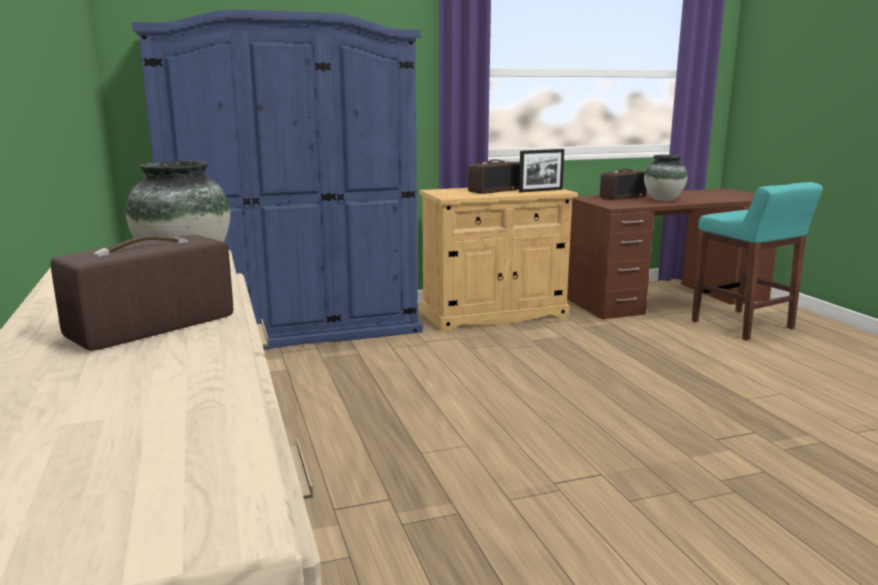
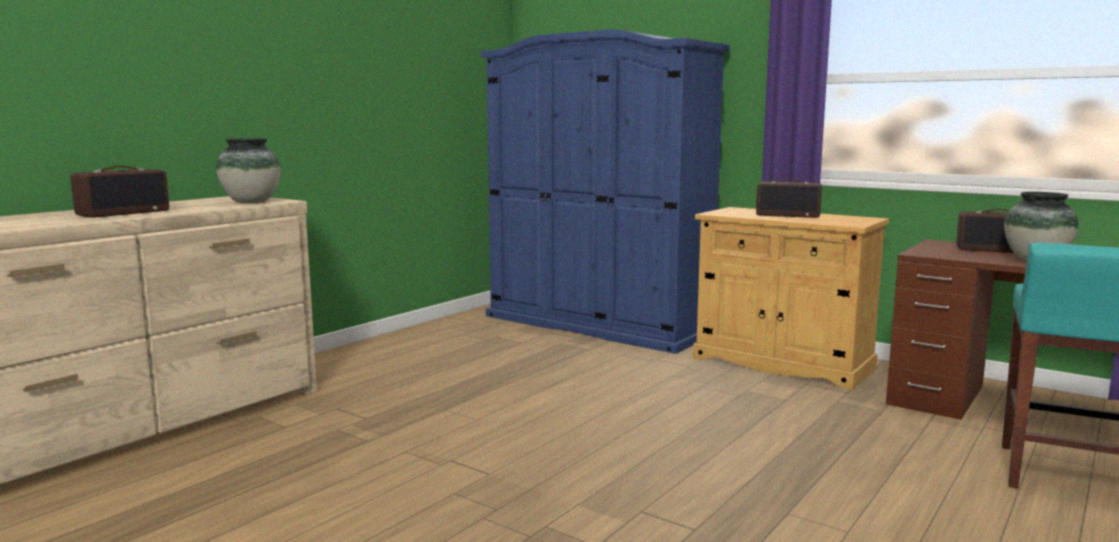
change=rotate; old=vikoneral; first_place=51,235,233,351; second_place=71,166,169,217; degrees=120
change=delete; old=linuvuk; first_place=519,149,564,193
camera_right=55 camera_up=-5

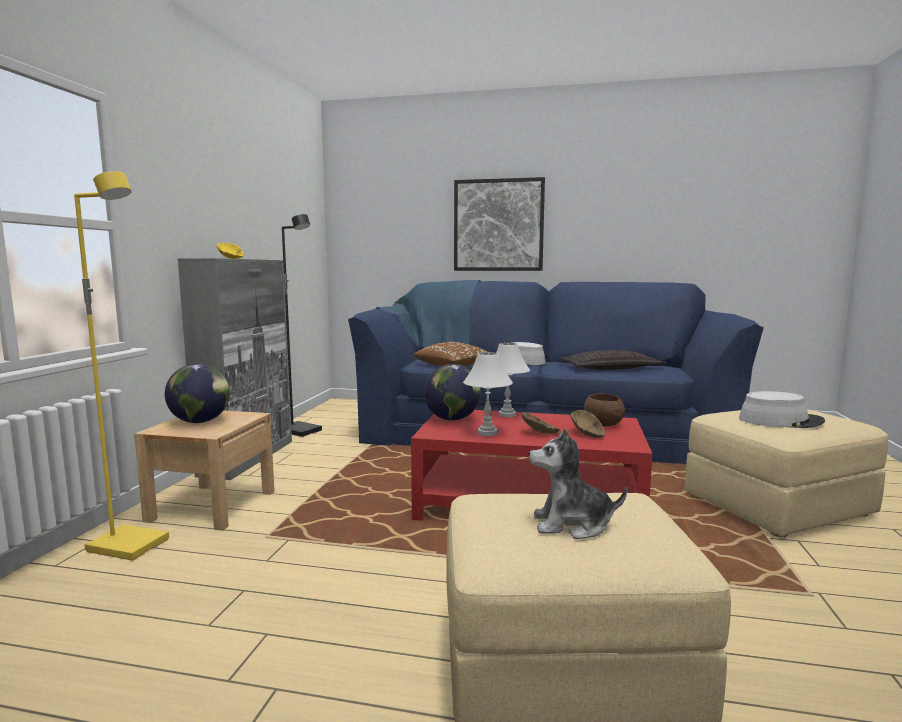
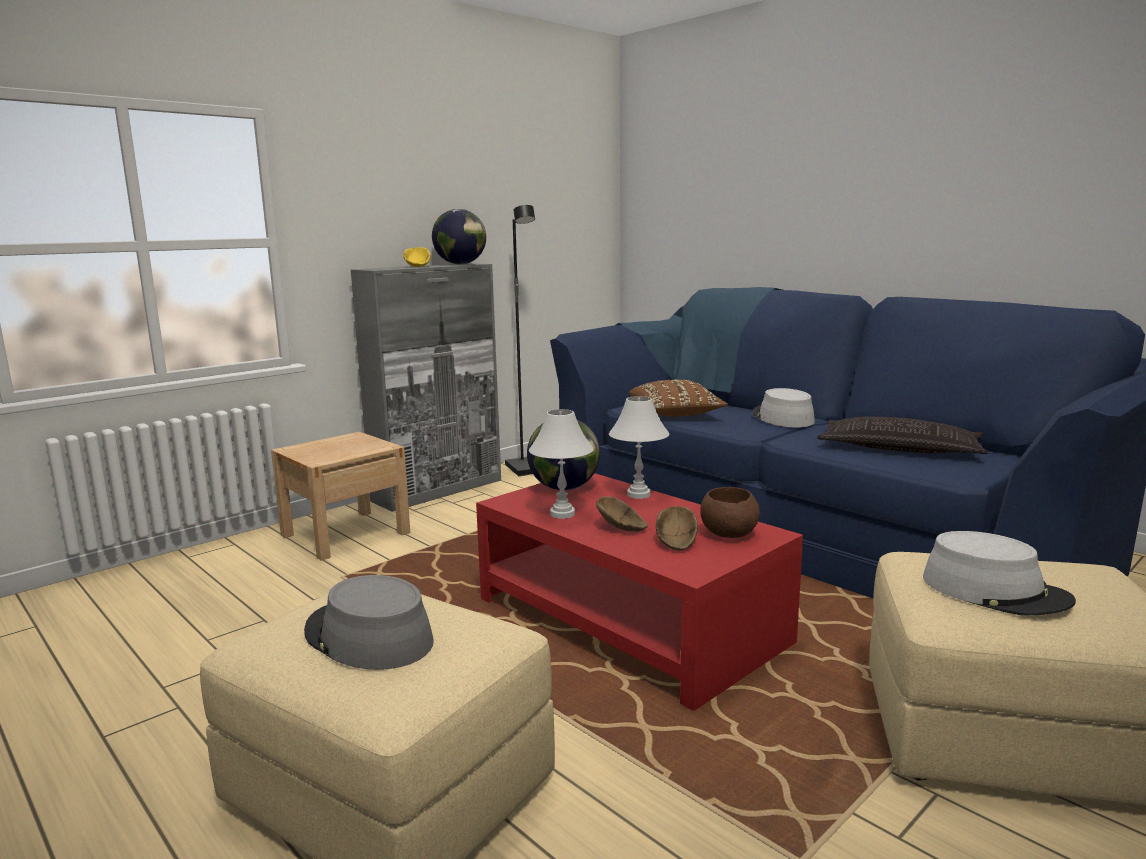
change=replace; old=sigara; new=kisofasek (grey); first_place=529,429,627,539; second_place=304,575,434,670
change=move; old=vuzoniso; first_place=165,364,230,423; second_place=432,209,486,264
change=delete; old=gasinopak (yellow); first_place=74,171,169,561
change=delete; old=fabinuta; first_place=454,177,545,271
camera_right=35 camera_up=5

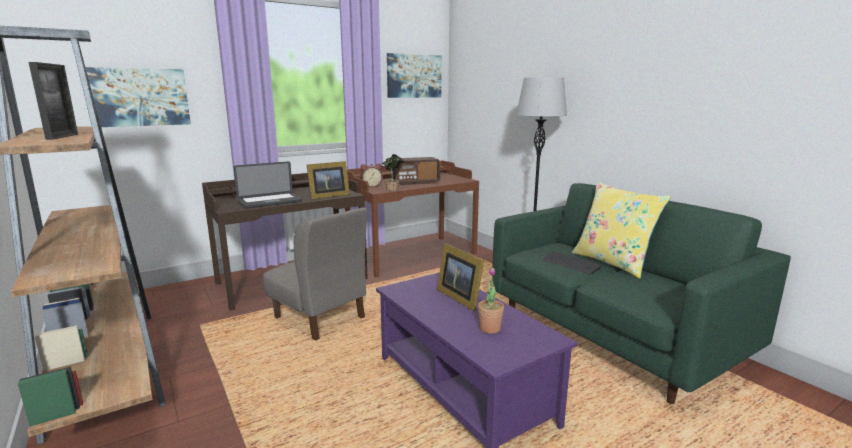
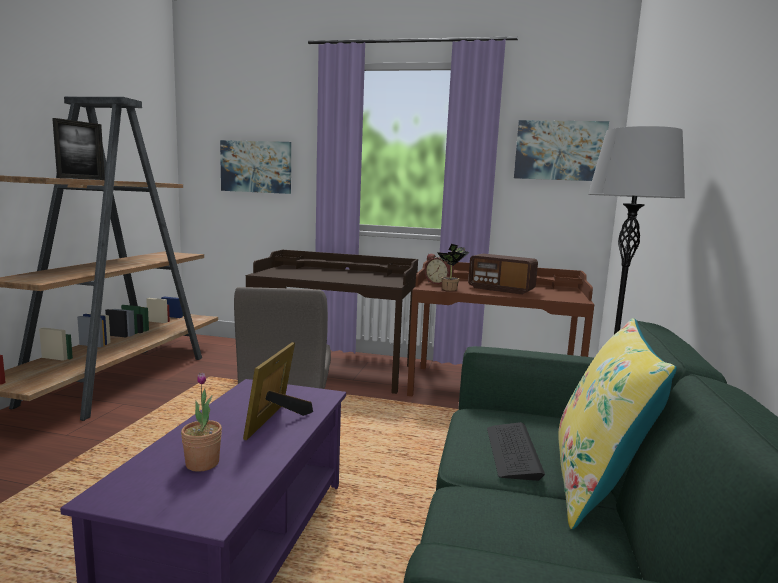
change=delete; old=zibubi; first_place=233,161,302,209
change=delete; old=linuvuk; first_place=307,161,350,200
camera_right=45 camera_up=-5

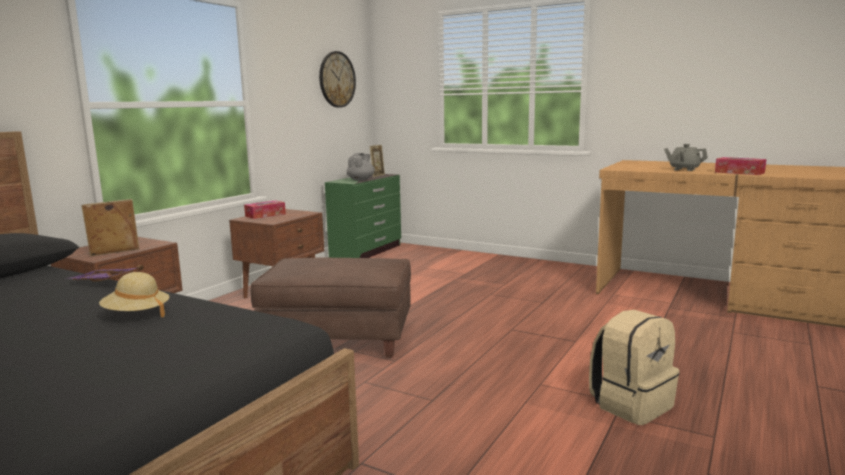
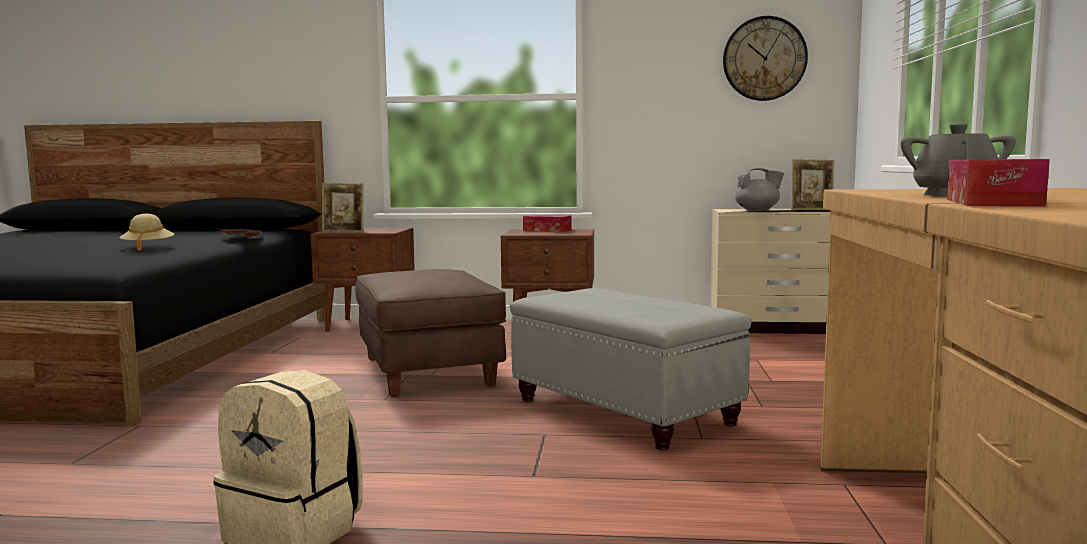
change=rotate; old=linuvuk; first_place=81,199,139,256; second_place=322,183,364,232; degrees=150
change=insert; new=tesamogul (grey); second_place=510,288,752,450
change=recolor; old=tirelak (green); new=tirelak (beige); first_place=325,174,401,258; second_place=710,209,831,334
camera_right=65 camera_up=-5

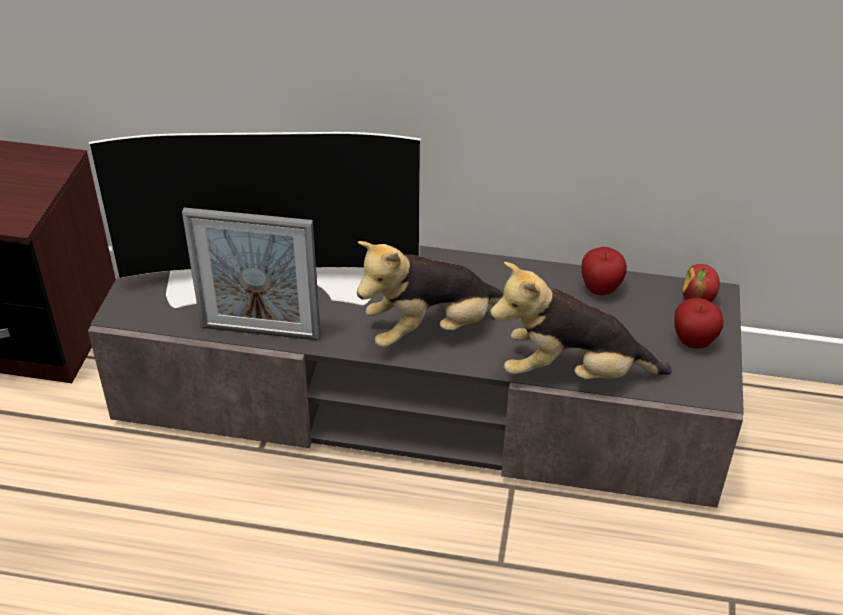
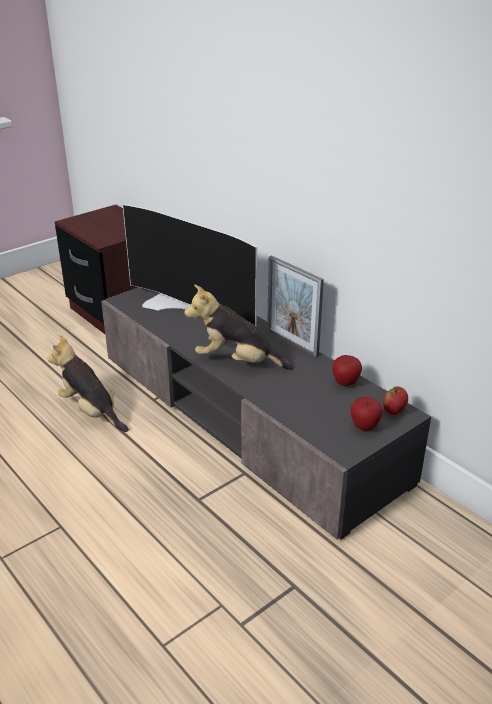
change=move; old=sigara; first_place=490,262,672,379; second_place=47,336,129,432
change=move; old=linuvuk; first_place=182,207,321,341; second_place=267,255,324,357
camera_right=40 camera_up=-10

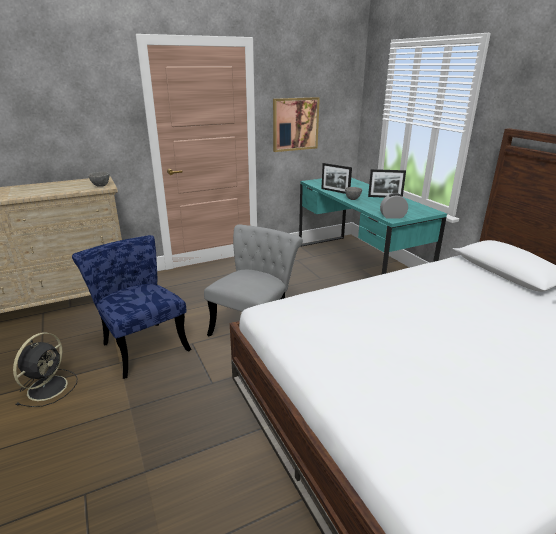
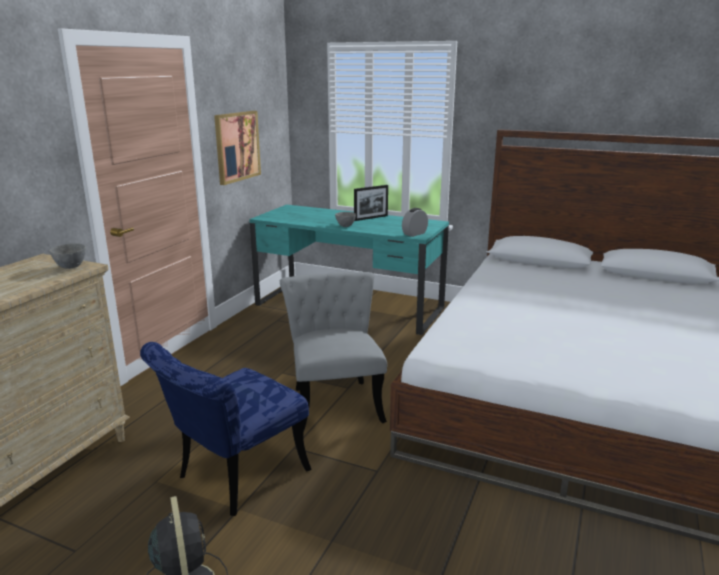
change=rotate; old=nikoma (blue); first_place=72,235,191,379; second_place=140,342,312,516; degrees=-60
change=delete; old=linuvuk; first_place=321,163,352,194
camera_right=-40 camera_up=-5

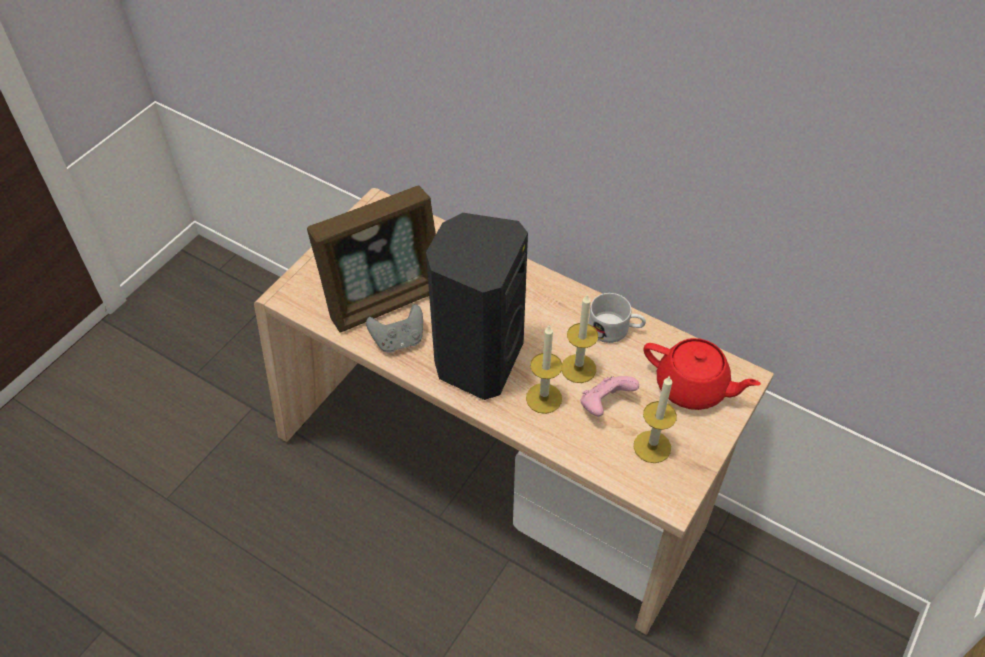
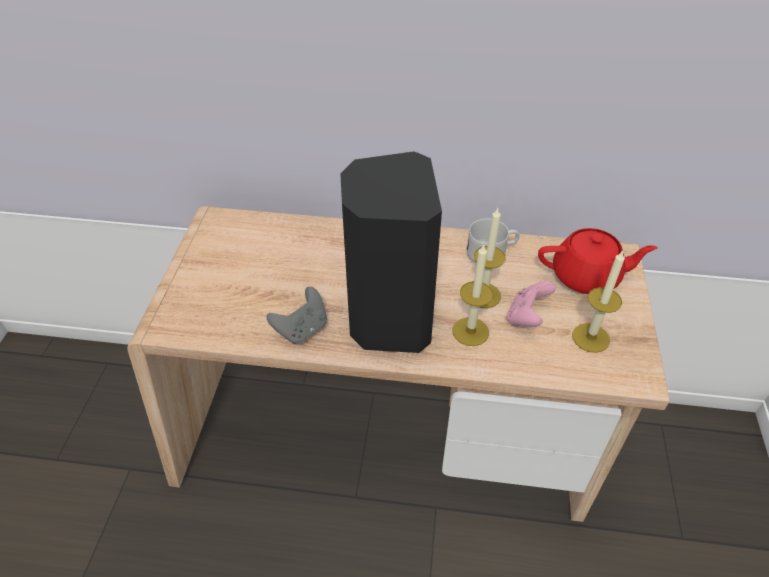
change=delete; old=linuvuk; first_place=307,186,436,332
camera_right=-25 camera_up=-5

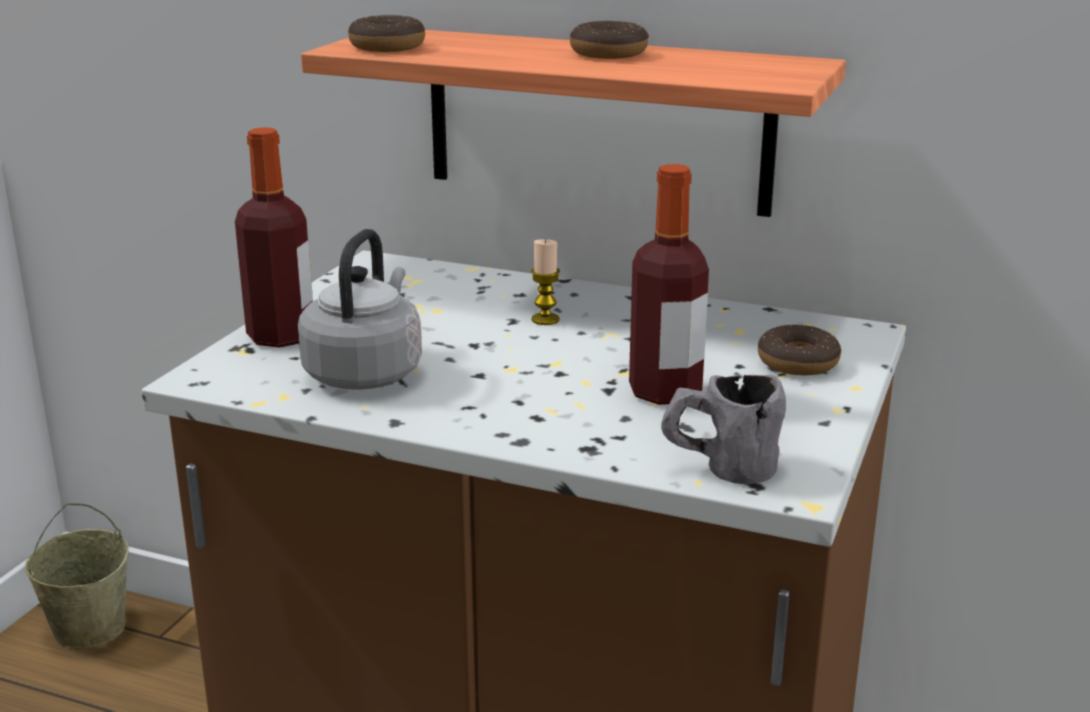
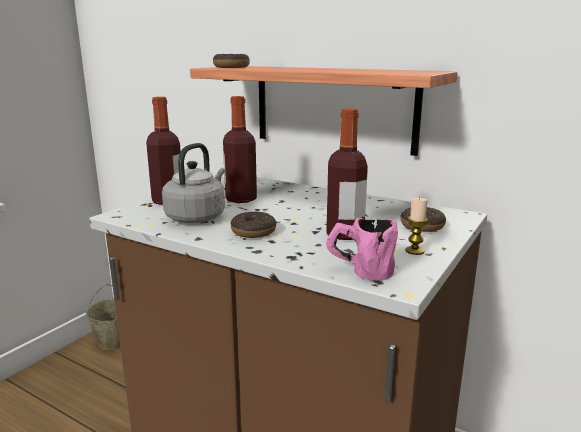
change=insert; new=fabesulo; second_place=223,96,257,203
change=move; old=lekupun; first_place=570,21,649,59; second_place=231,211,277,238
change=recolor; old=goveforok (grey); new=goveforok (pink); first_place=661,375,786,484; second_place=326,218,398,281
change=move; old=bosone; first_place=531,239,560,325; second_place=406,197,428,255
camera_right=10 camera_up=-5

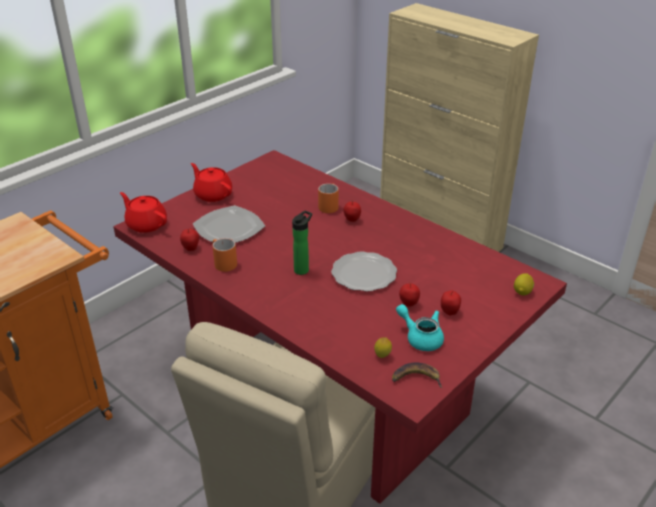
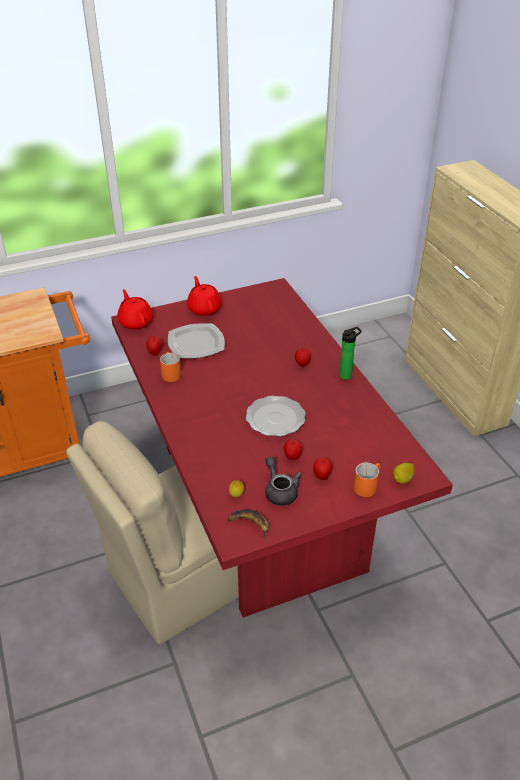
change=recolor; old=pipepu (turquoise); new=pipepu (grey); first_place=396,304,444,351; second_place=265,457,302,506
change=move; old=fabesulo; first_place=292,210,312,275; second_place=339,327,362,380
change=move; old=goveforok (orange); first_place=318,183,339,213; second_place=353,462,381,497
camera_right=25 camera_up=5

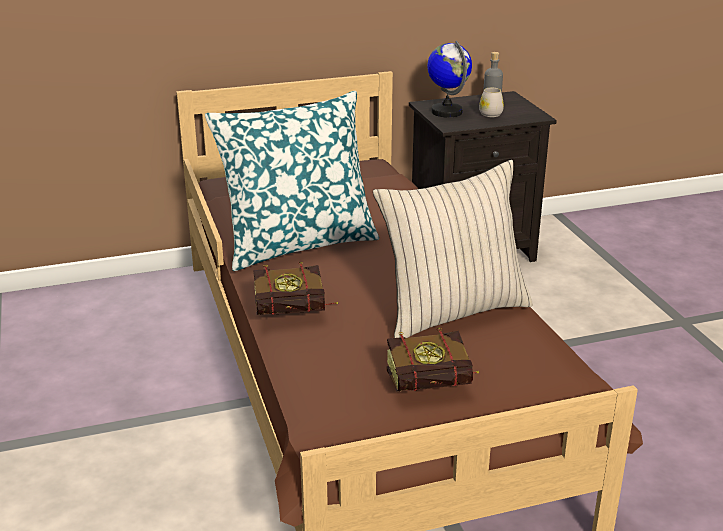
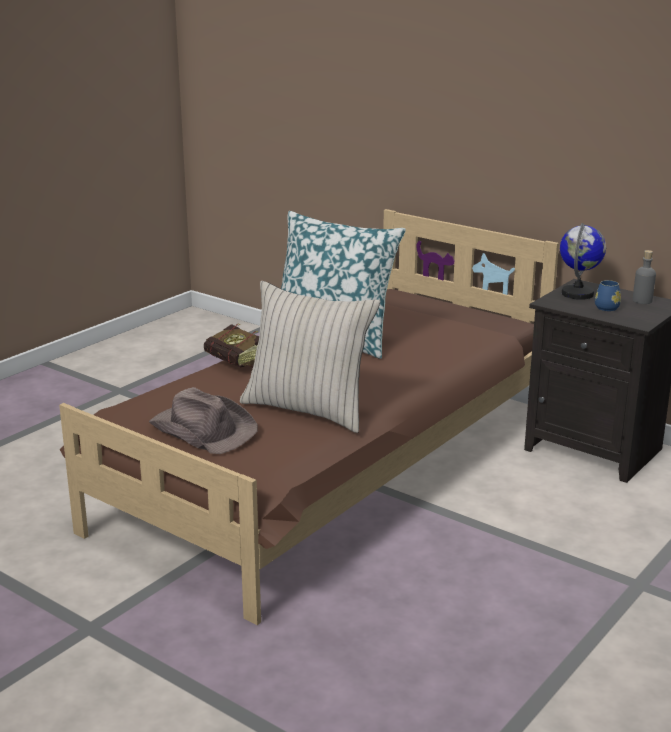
change=replace; old=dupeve; new=kisofasek (brown); first_place=387,328,479,391; second_place=149,387,258,454
change=recolor; old=goveforok (white); new=goveforok (blue); first_place=479,88,504,117; second_place=595,280,621,311
camera_right=55 camera_up=-5

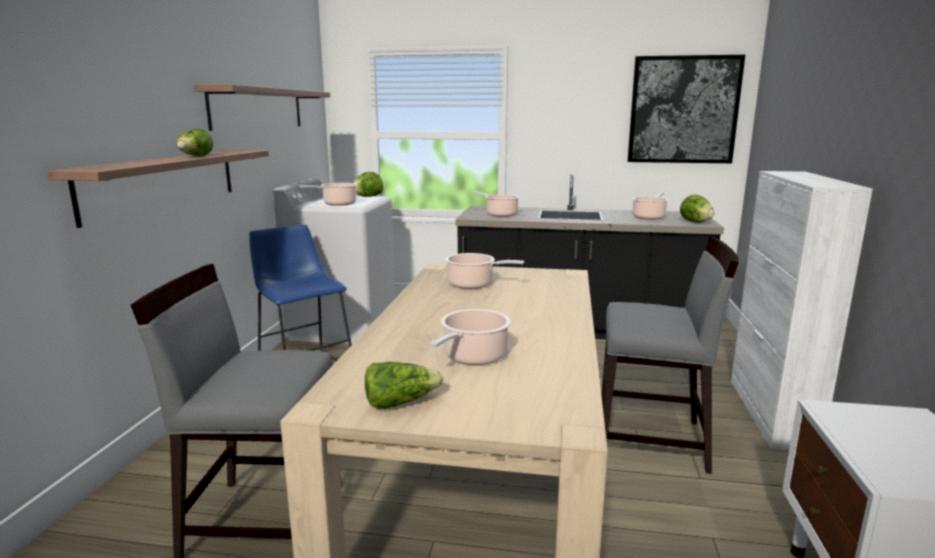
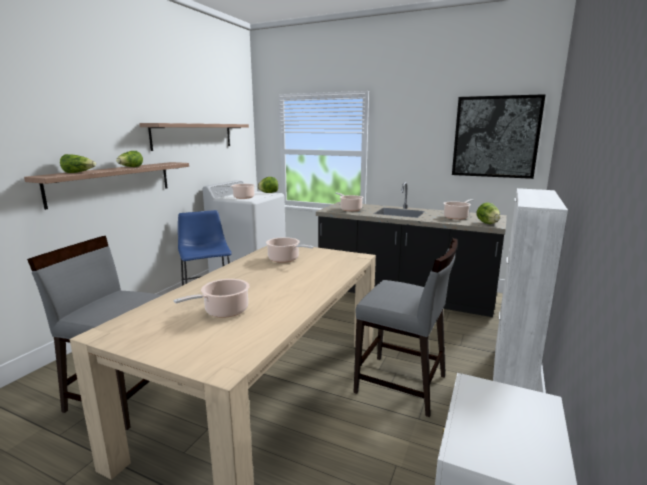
change=move; old=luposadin; first_place=365,362,443,409; second_place=60,154,96,173
camera_right=15 camera_up=0

